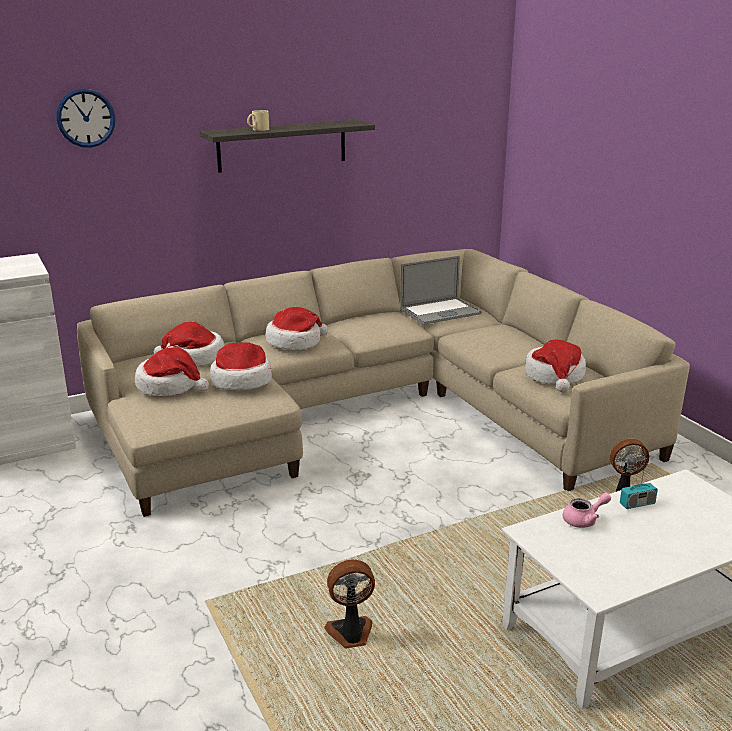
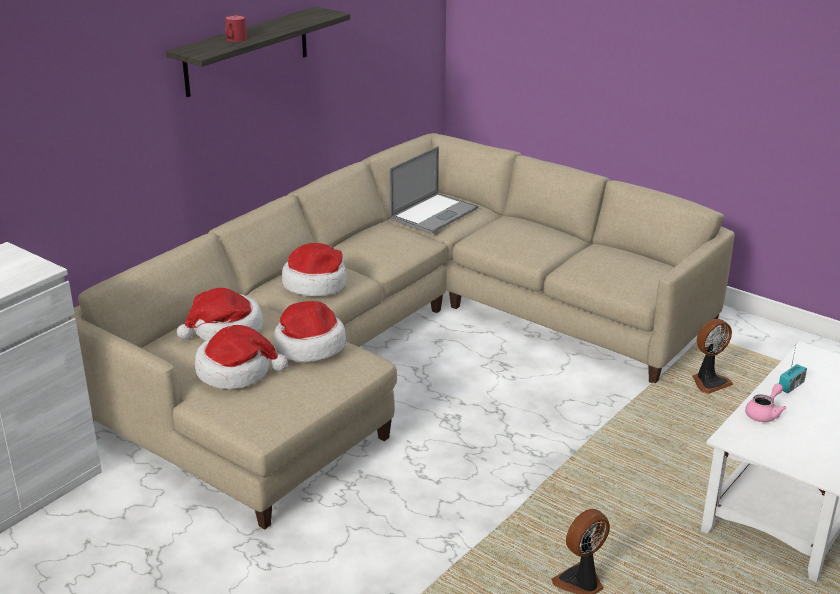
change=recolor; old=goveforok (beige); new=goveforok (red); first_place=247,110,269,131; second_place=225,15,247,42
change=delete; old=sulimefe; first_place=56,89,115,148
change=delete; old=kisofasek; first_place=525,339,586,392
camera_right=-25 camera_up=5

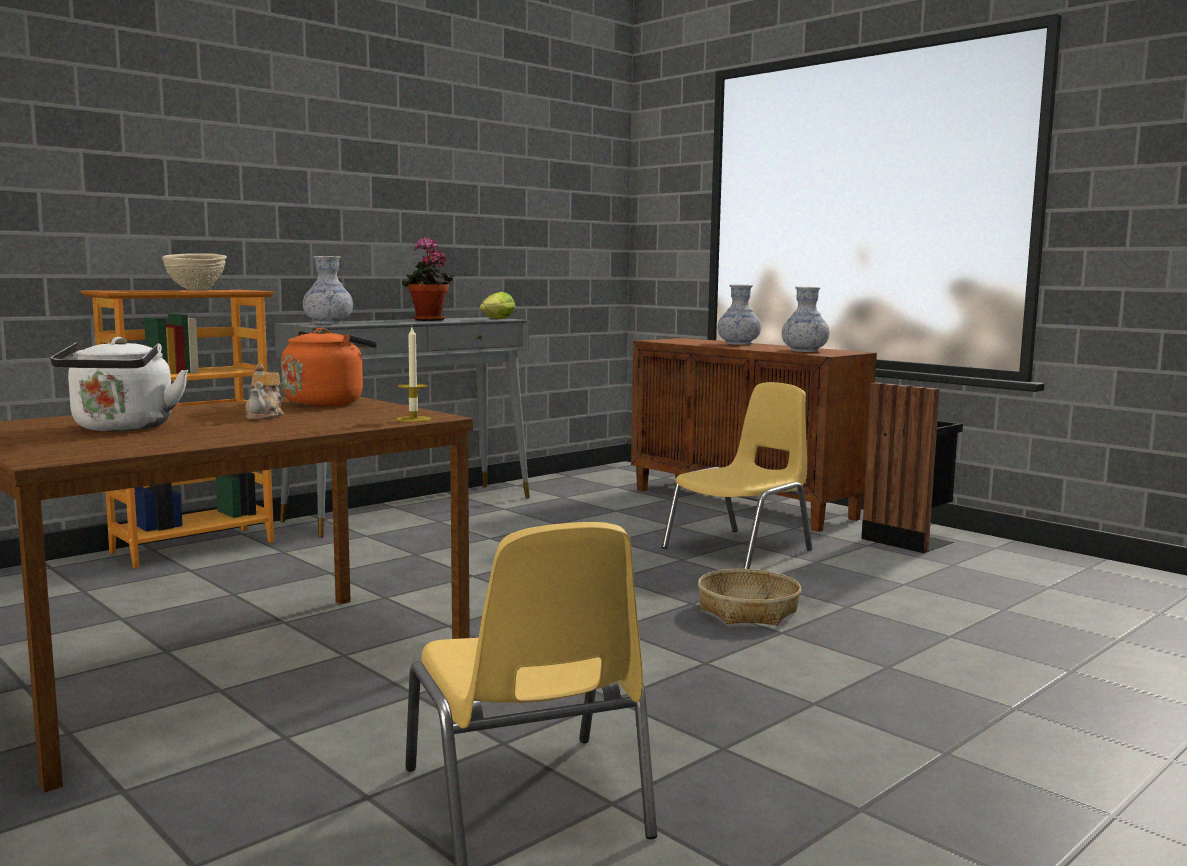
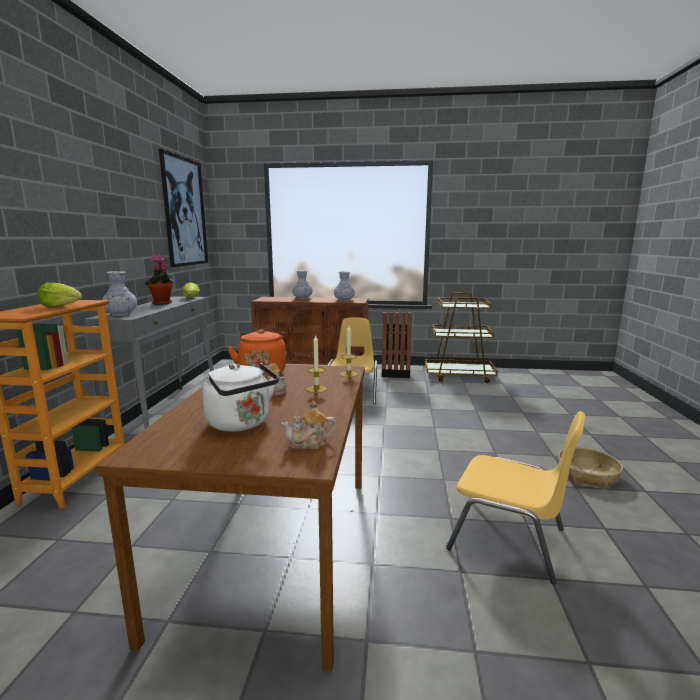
change=replace; old=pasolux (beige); new=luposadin; first_place=162,254,227,291; second_place=38,282,82,307
change=insert; new=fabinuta; second_place=159,149,208,267
change=insert; new=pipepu; second_place=281,401,336,449
change=insert; new=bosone; second_place=306,334,327,393
change=insert; new=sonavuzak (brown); second_place=425,292,498,383
change=move; old=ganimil; first_place=698,569,801,625; second_place=558,447,623,489
camera_right=-40 camera_up=5

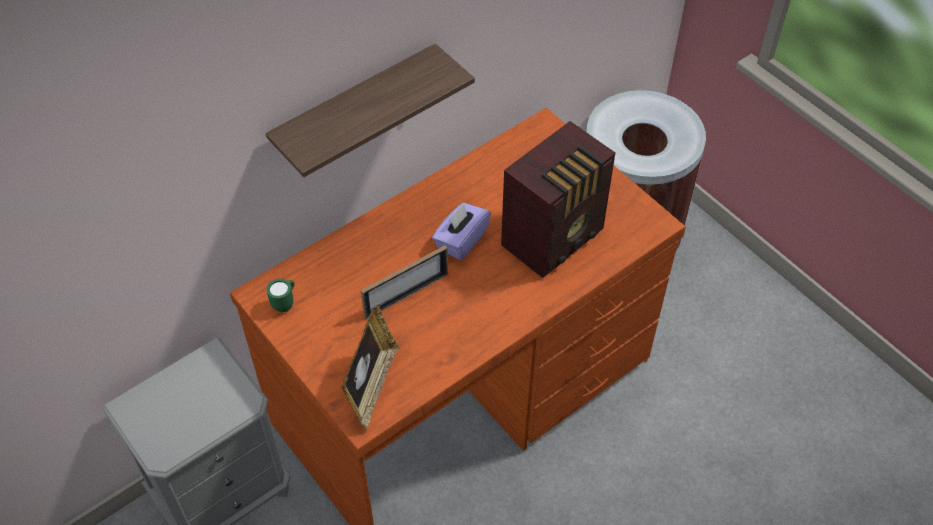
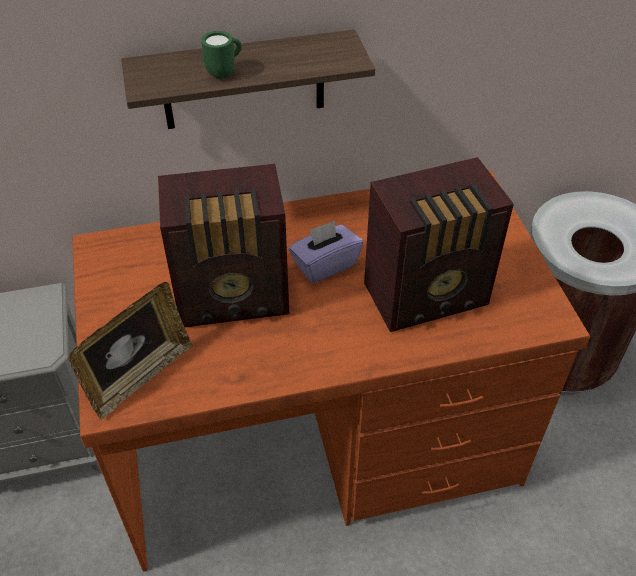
change=replace; old=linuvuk; new=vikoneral; first_place=361,245,448,320; second_place=158,164,289,327
change=move; old=goveforok (green); first_place=267,279,294,312; second_place=201,31,242,79
camera_right=25 camera_up=-5

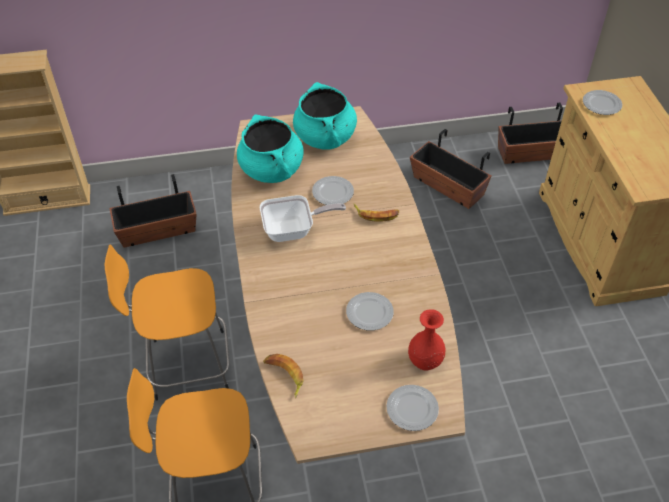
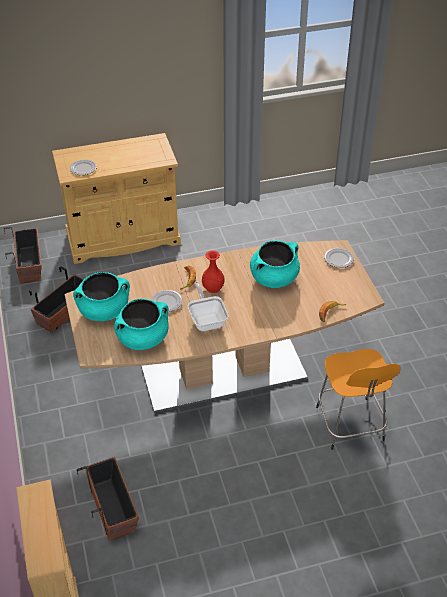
change=move; old=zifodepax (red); first_place=408,309,445,371; second_place=202,250,225,293
change=replace; old=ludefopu; new=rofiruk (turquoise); first_place=346,292,394,331; second_place=250,241,300,288
change=delete; old=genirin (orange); first_place=104,245,230,401
camera_right=-95 camera_up=-5

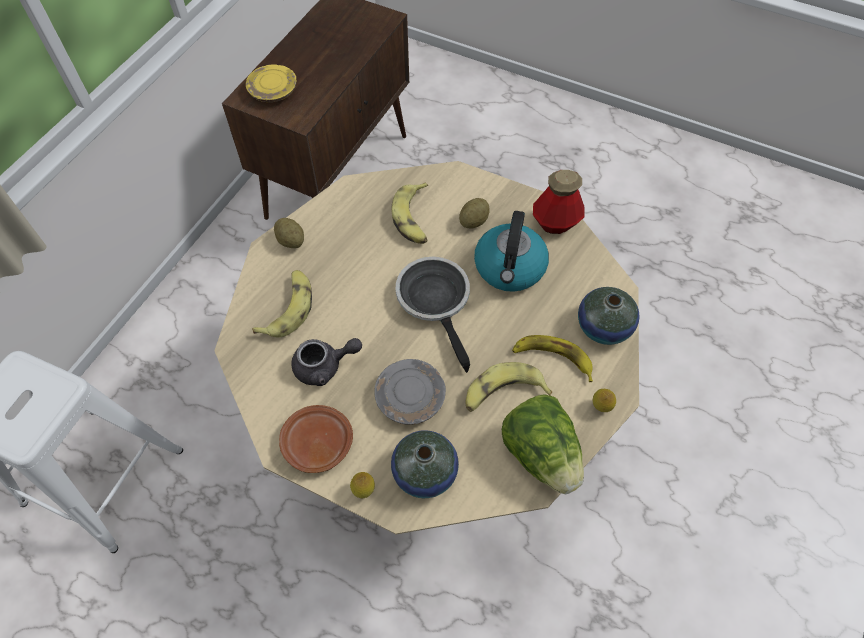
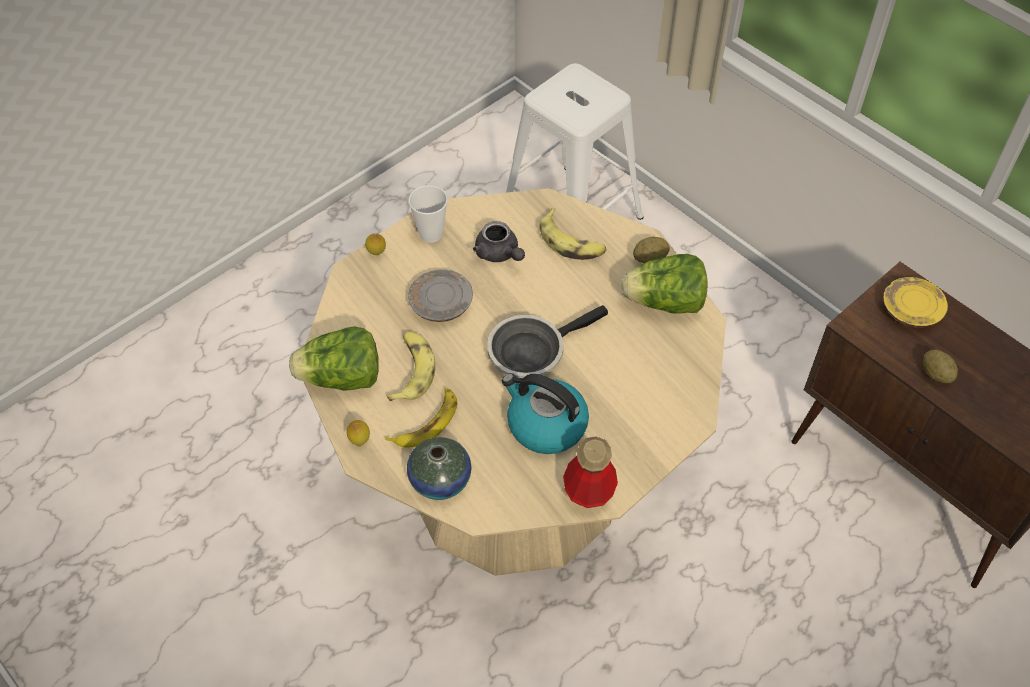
change=replace; old=ludefopu (brown); new=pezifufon; first_place=279,405,353,473; second_place=409,185,448,243
change=rotate; old=pipepu (grey); first_place=291,338,362,386; second_place=473,221,525,262; degrees=-45
change=rotate; old=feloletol; first_place=396,257,470,373; second_place=487,305,608,378; degrees=150
change=insert; new=luposadin; second_place=621,254,707,314
change=move; old=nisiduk; first_place=459,198,490,229; second_place=923,350,958,383
change=delete; old=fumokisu; first_place=391,183,428,244
change=delete; old=zifodepax; first_place=391,430,459,498
camera_right=110 camera_up=-5

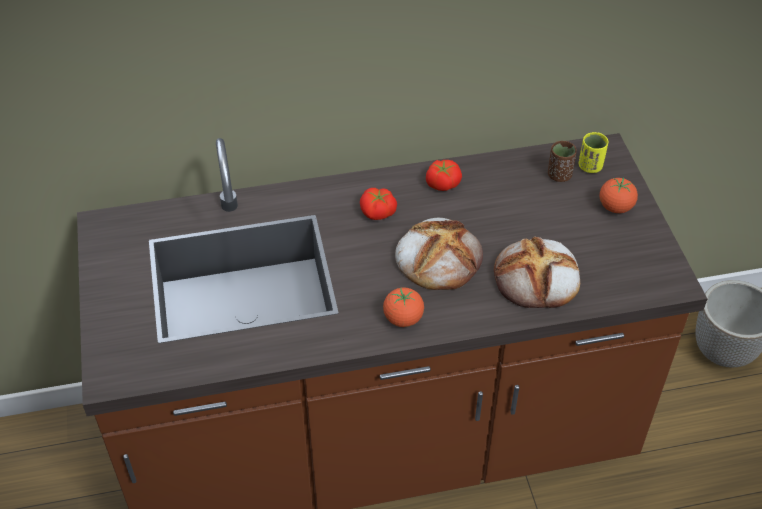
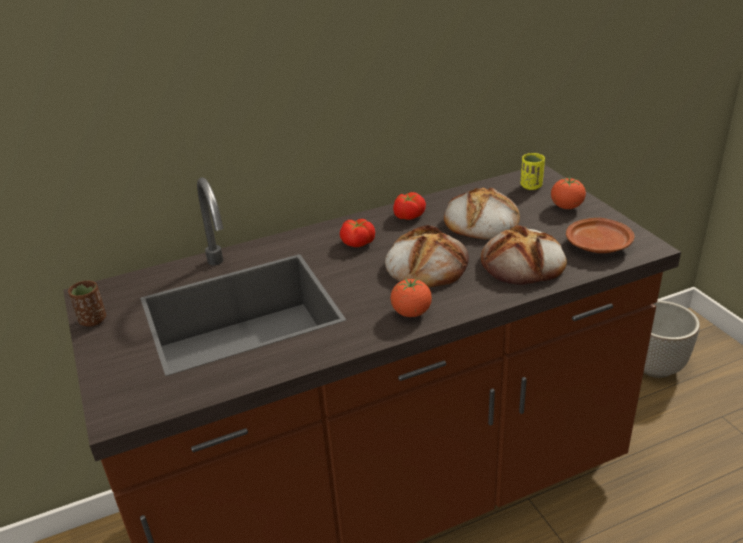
change=move; old=pezifufon (brown); first_place=548,141,577,182; second_place=68,281,106,327
change=insert; new=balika; second_place=444,188,520,239
change=insert; new=ludefopu (brown); second_place=566,218,635,253
camera_right=-10 camera_up=-15

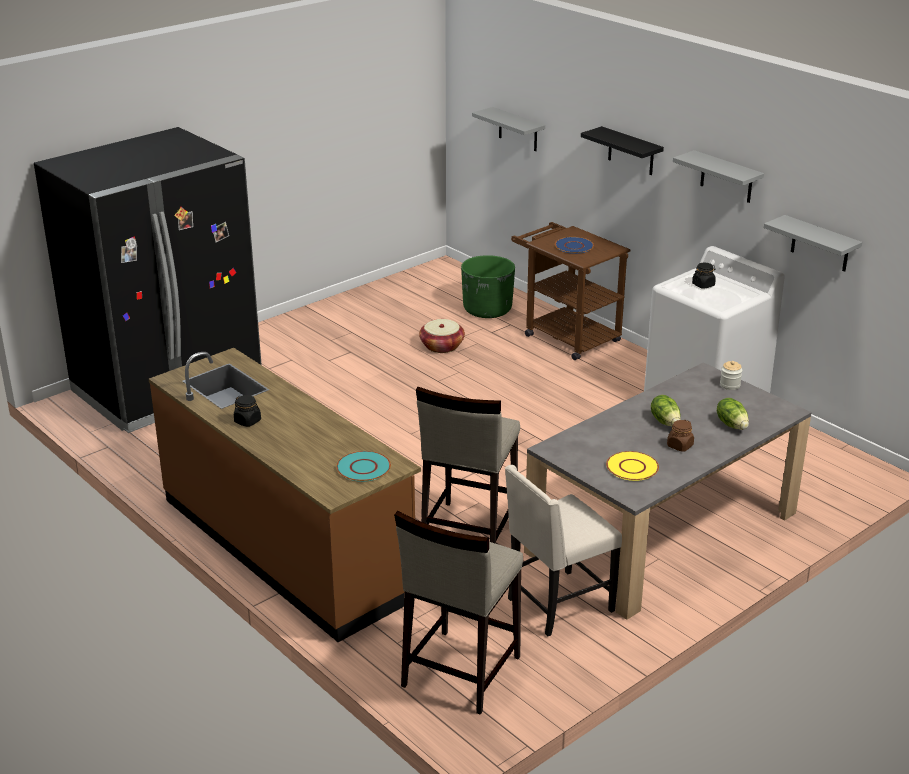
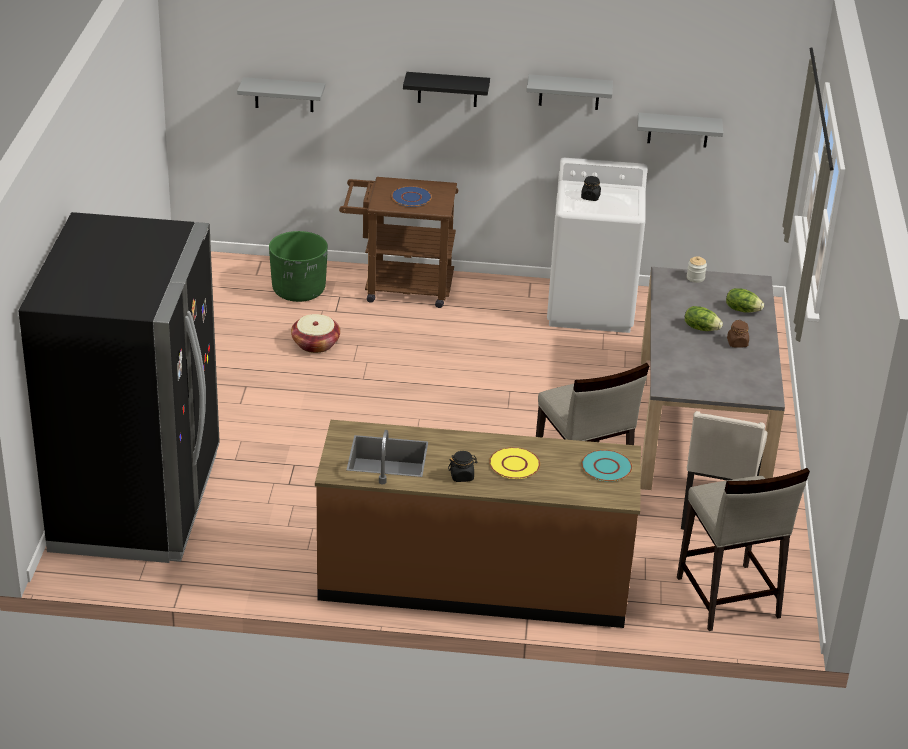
change=move; old=ludefopu (yellow); first_place=606,451,659,481; second_place=489,447,540,479
camera_right=-45 camera_up=5

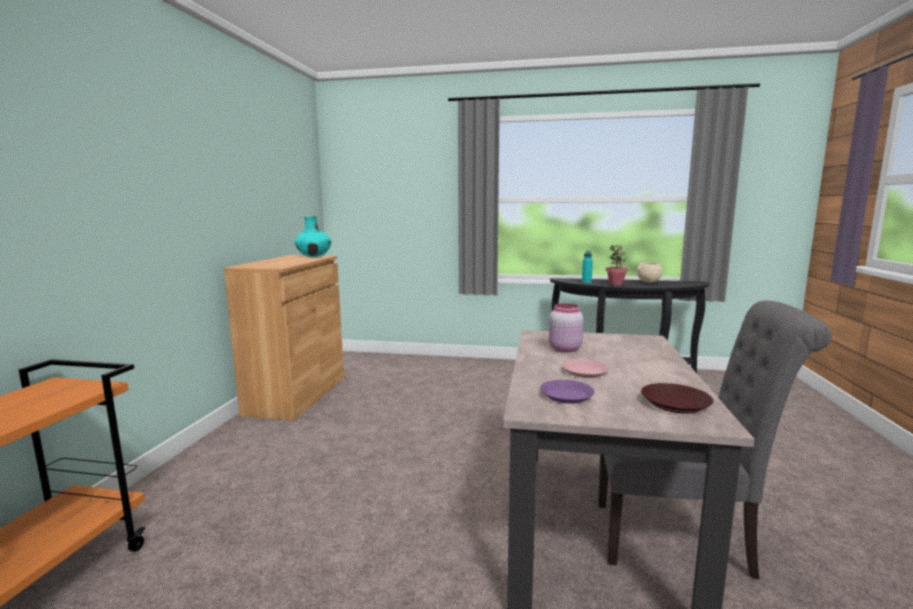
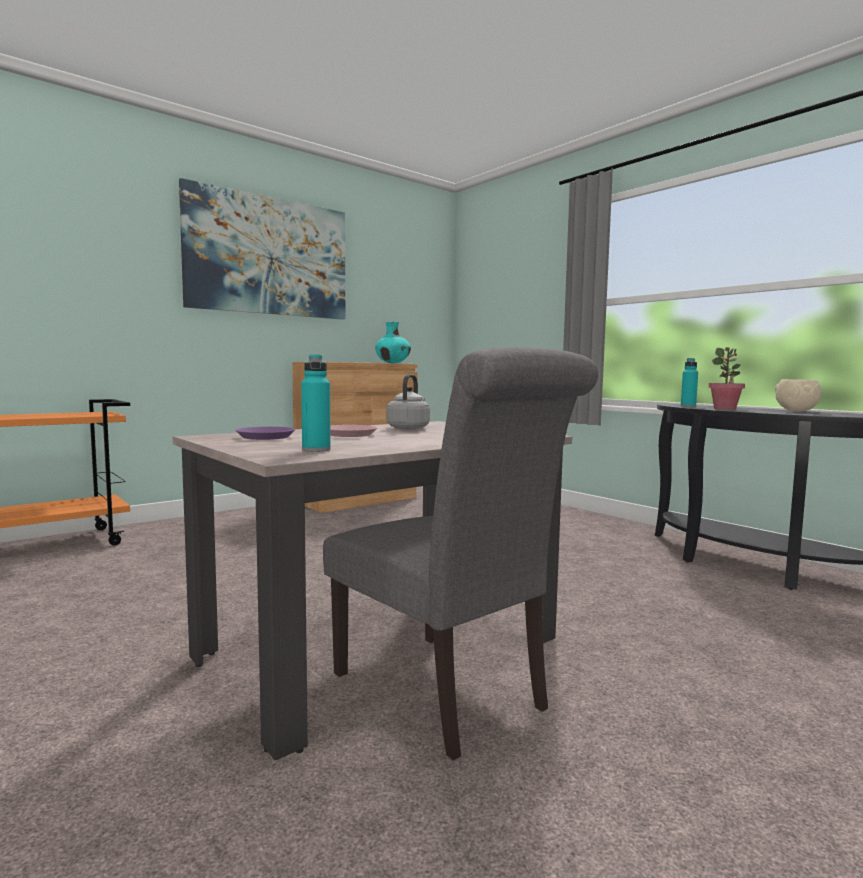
change=insert; new=fabinuta; second_place=179,178,345,320
change=replace; old=ludefopu (brown); new=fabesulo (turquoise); first_place=641,383,713,413; second_place=301,354,331,452
change=replace; old=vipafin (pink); new=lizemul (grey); first_place=549,304,584,352; second_place=386,374,430,430
camera_right=40 camera_up=-5

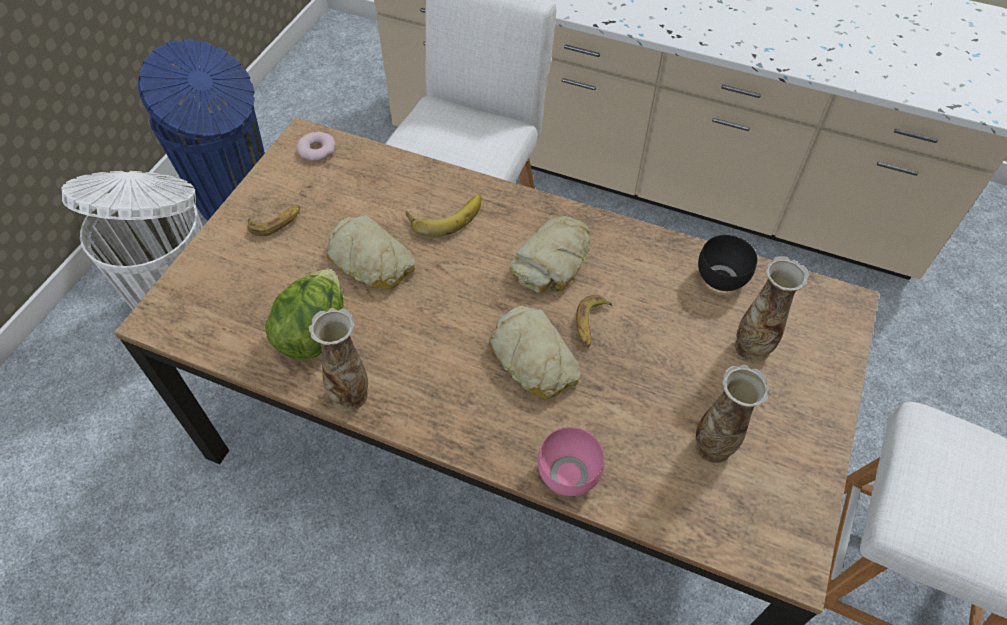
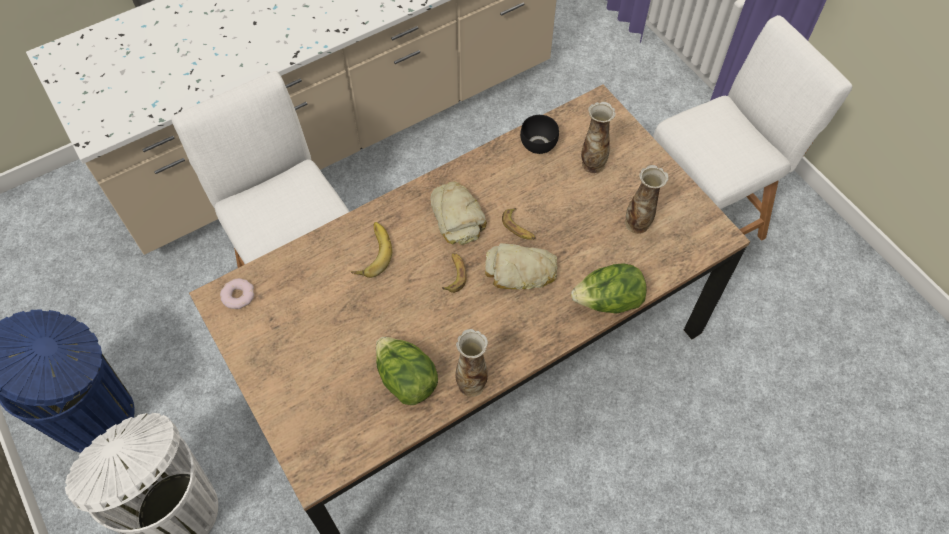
change=move; old=fumokisu; first_place=248,205,301,236; second_place=442,253,466,293
change=replace; old=pasolux (pink); new=luposadin; first_place=538,427,604,496; second_place=571,263,647,314
change=delete; old=balika; first_place=327,215,415,289
camera_right=-55 camera_up=5

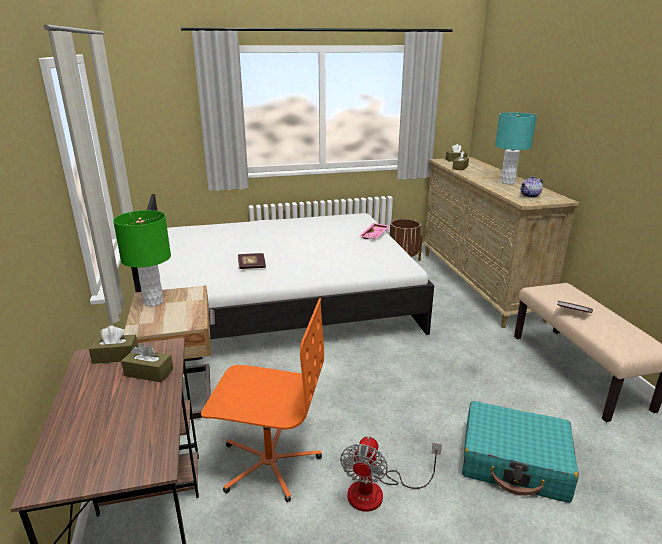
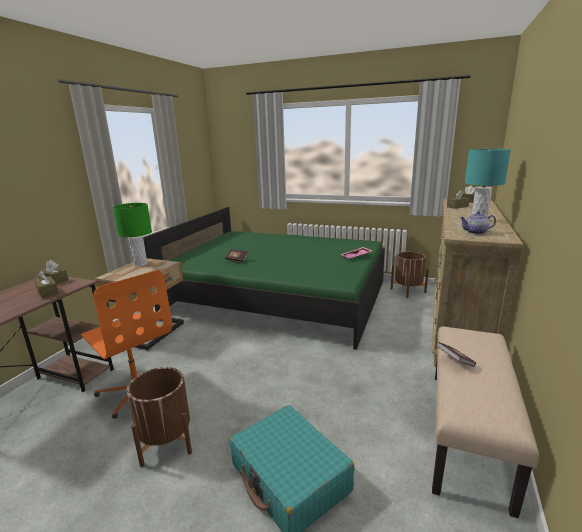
change=replace; old=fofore; new=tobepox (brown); first_place=340,437,442,512; second_place=127,367,192,467
change=recolor; old=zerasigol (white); new=zerasigol (green); first_place=131,194,434,339; second_place=143,207,385,350
camera_right=35 camera_up=-5

